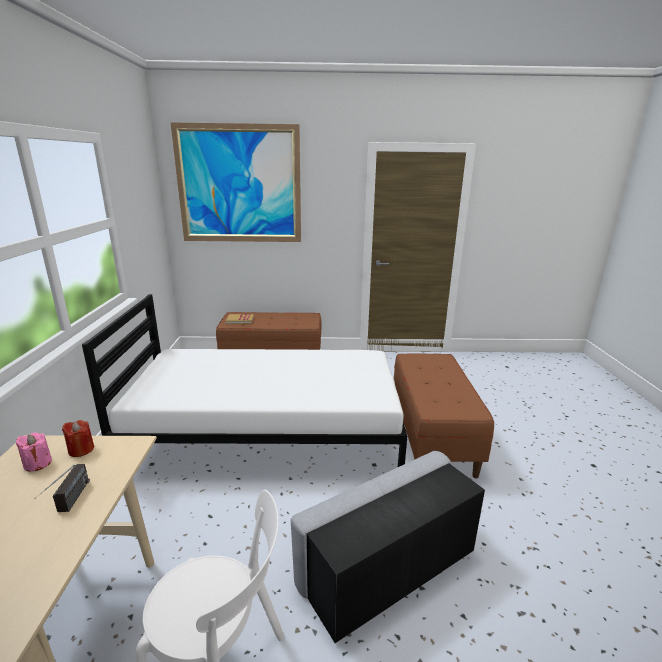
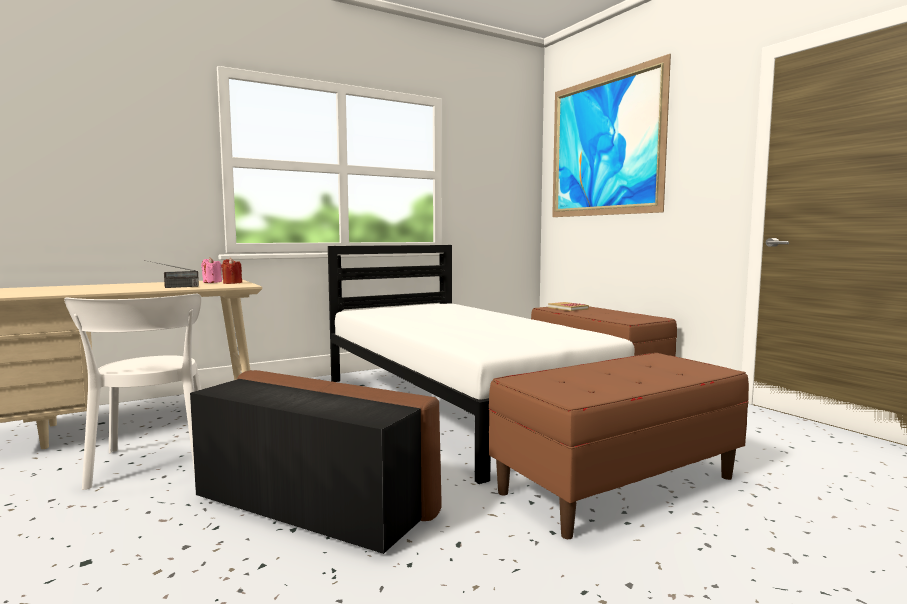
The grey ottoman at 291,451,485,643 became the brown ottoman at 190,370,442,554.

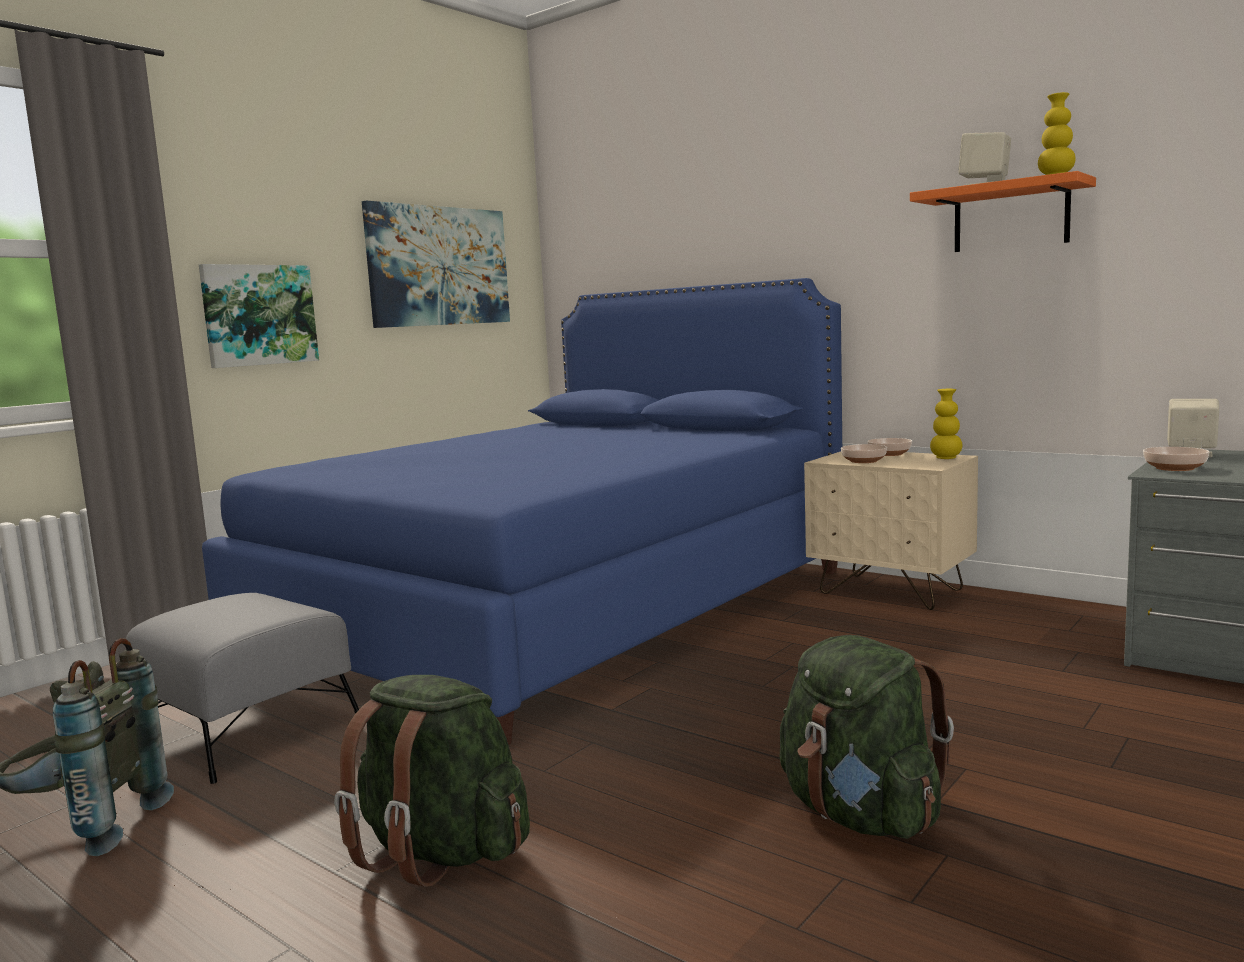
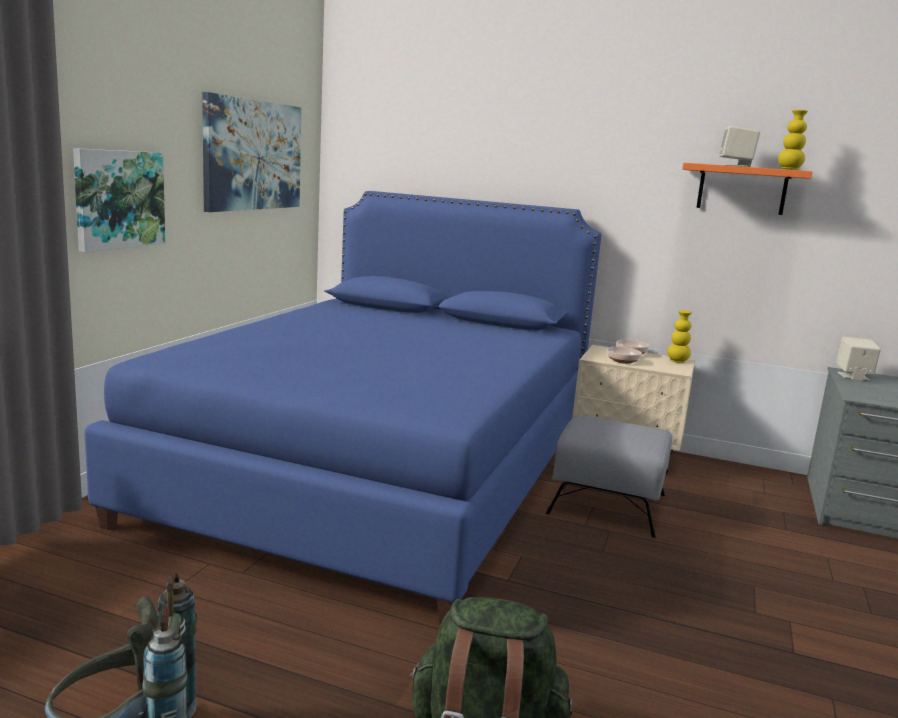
The grey ottoman moved from 126,593,359,784 to 546,415,672,538.
The greenish knapsack at 780,635,954,839 disappeared.
The serving bowl at 1143,447,1209,471 disappeared.

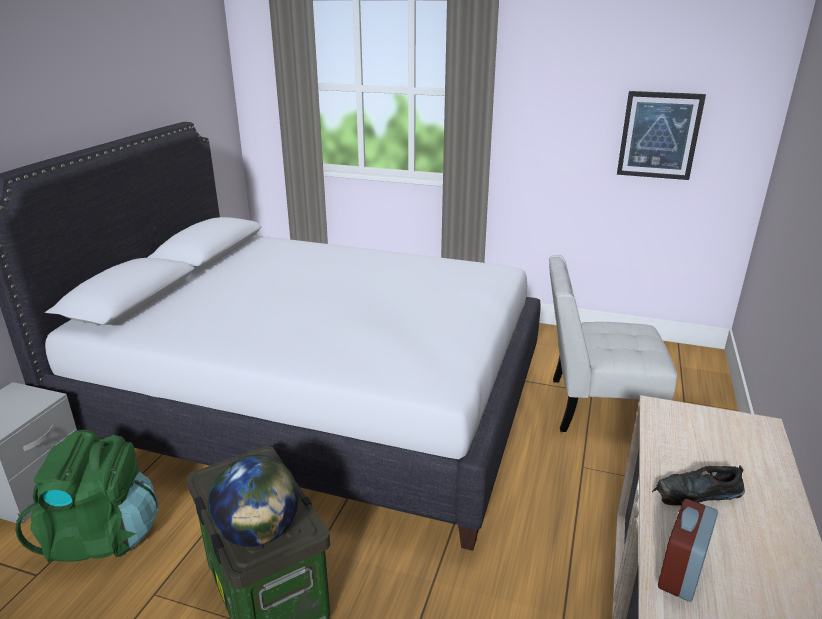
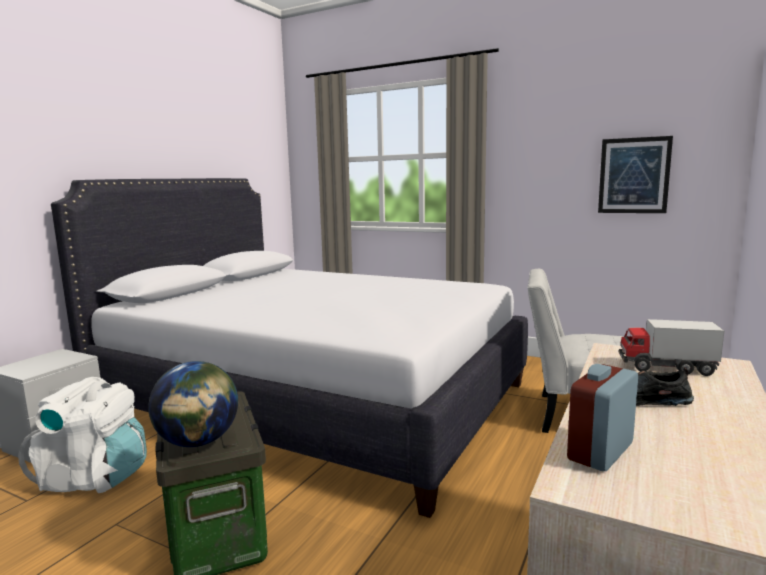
The greenish knapsack at 15,430,158,562 became the white knapsack at 18,377,147,493.
The toy truck at 619,319,724,376 appeared.

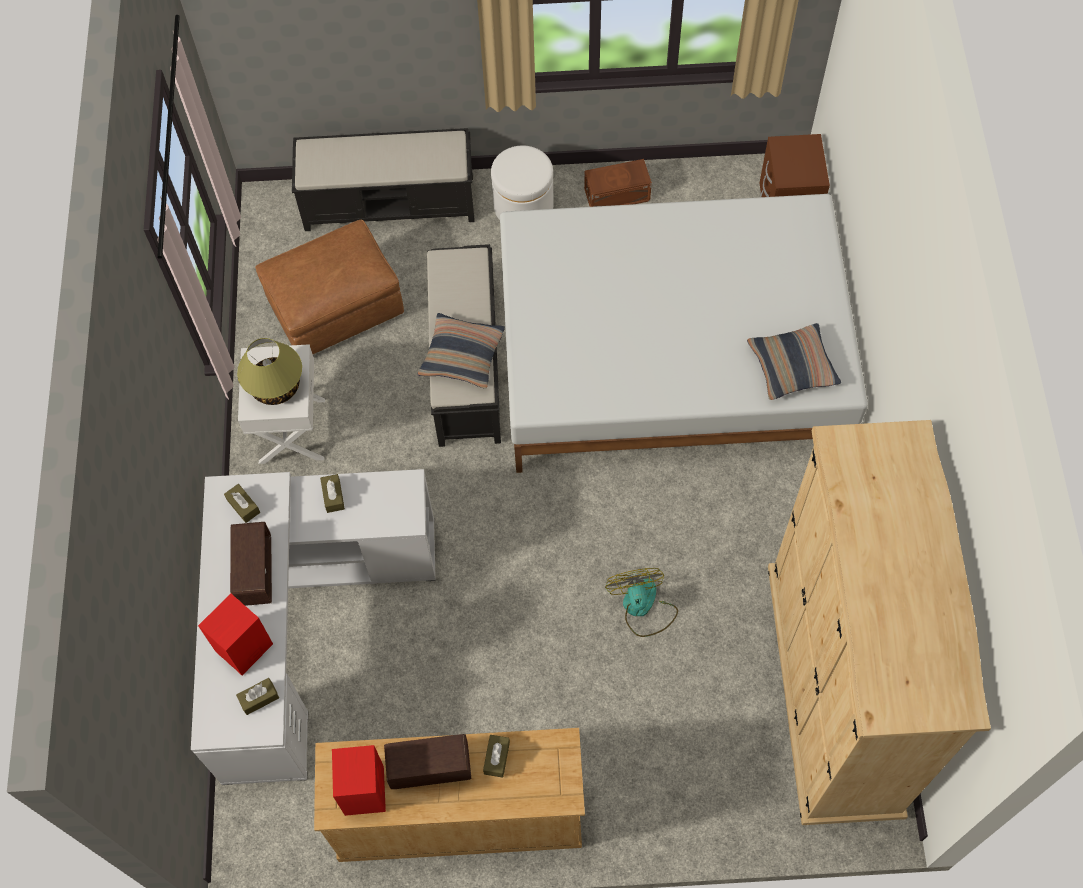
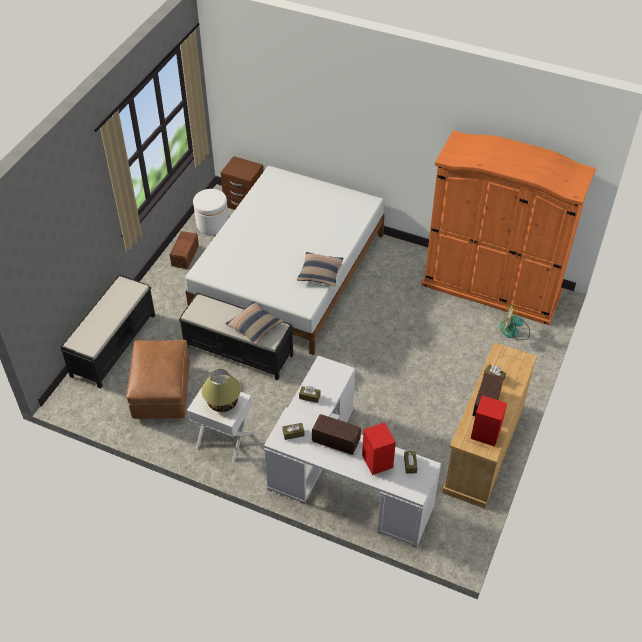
The white ottoman moved from 491,146,554,220 to 193,189,229,235.
The cushion moved from 747,323,841,400 to 297,252,343,286.
The sand-coloured armoire at 768,420,991,825 became the orangey armoire at 421,130,596,325.
The electric fan moved from 605,568,678,637 to 499,305,530,340.

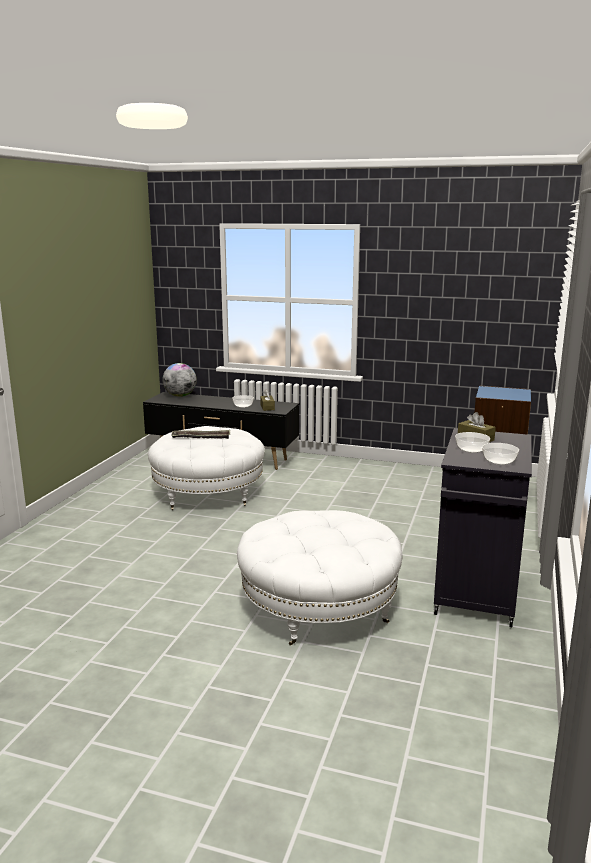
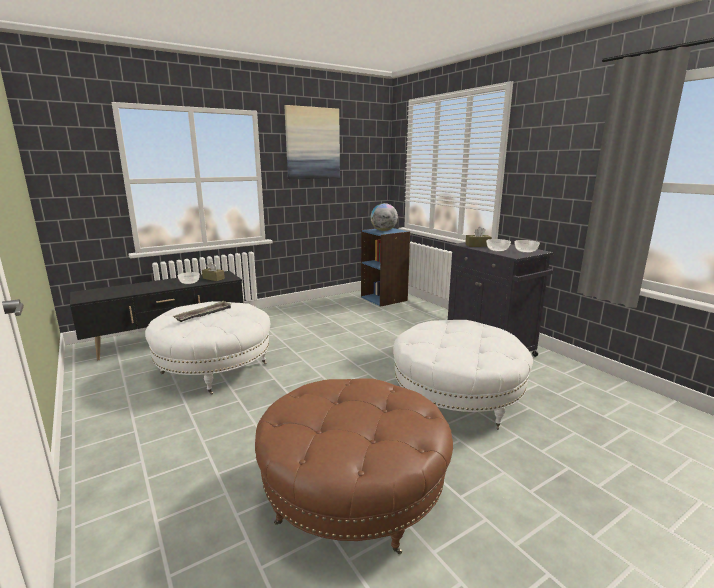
The brown ottoman at 255,378,453,554 appeared.
The wall art at 285,105,340,179 appeared.
The world globe moved from 162,363,197,397 to 370,203,398,231.

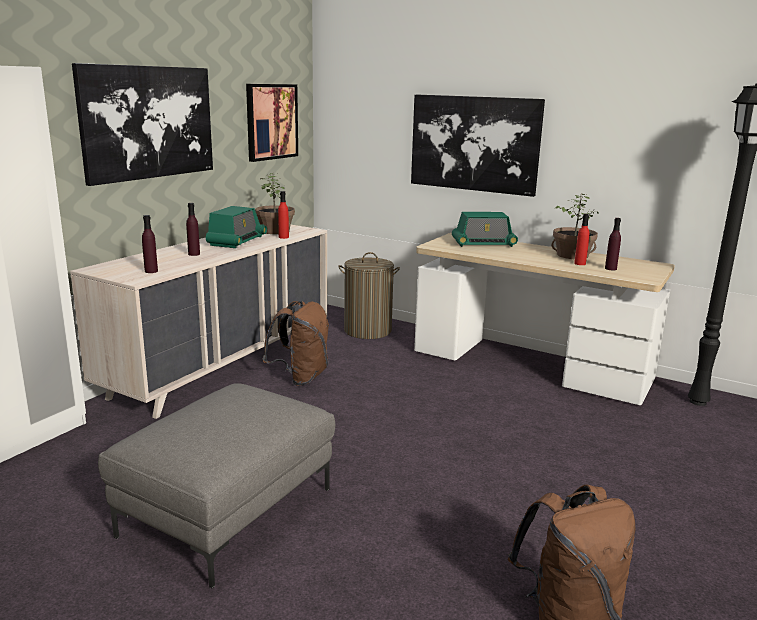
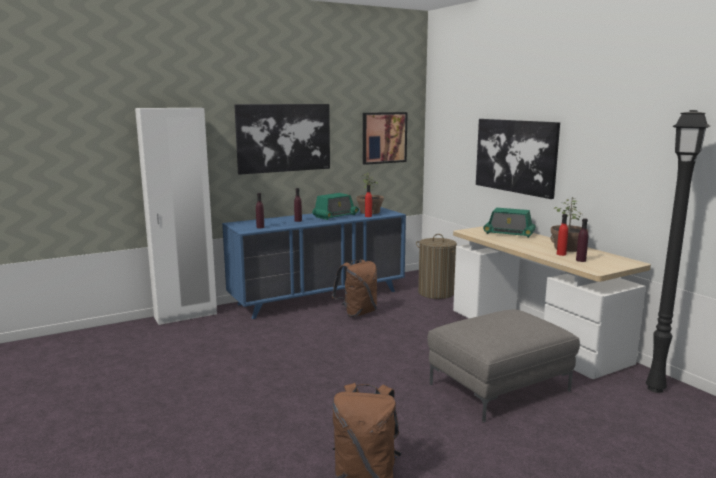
The sand-coloured dresser at 70,225,327,419 became the blue-coloured dresser at 222,207,406,319.
The grey ottoman moved from 98,383,335,589 to 427,309,580,422.

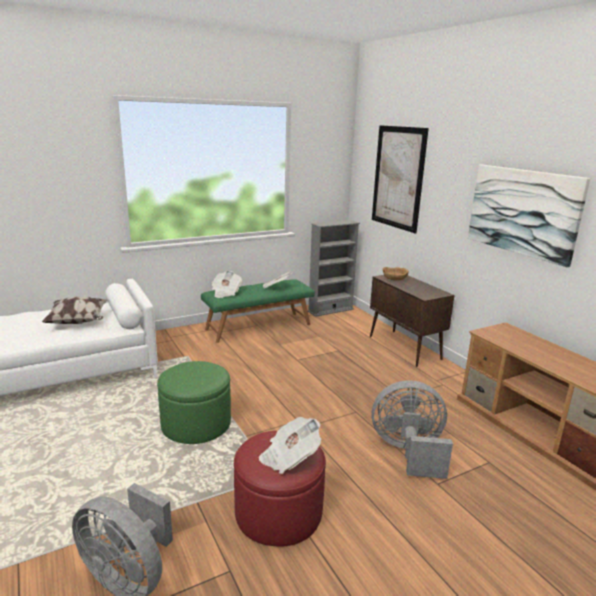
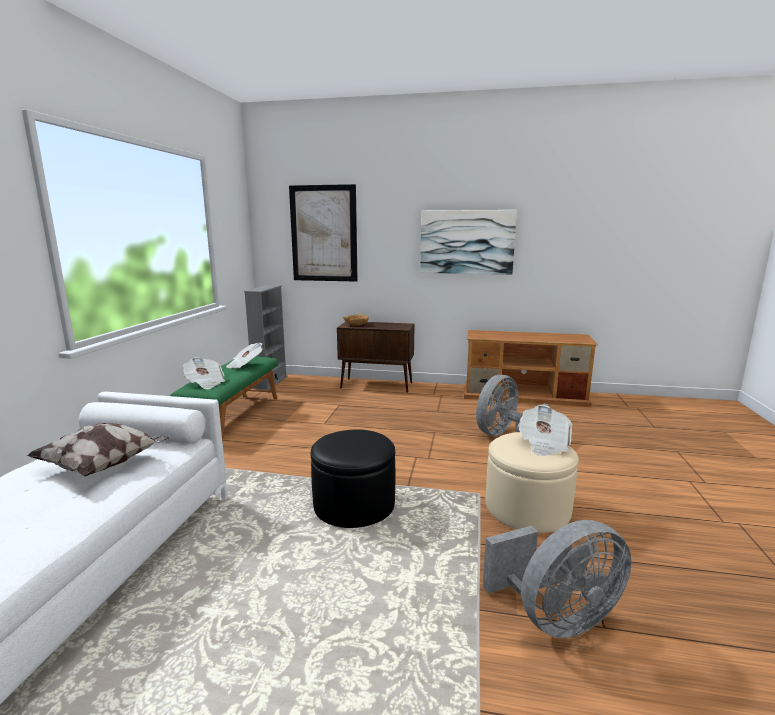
The greenish ottoman at 157,361,231,444 became the blackish ottoman at 311,429,395,528.
The reddish ottoman at 234,431,326,546 became the sand-coloured ottoman at 486,432,579,533.

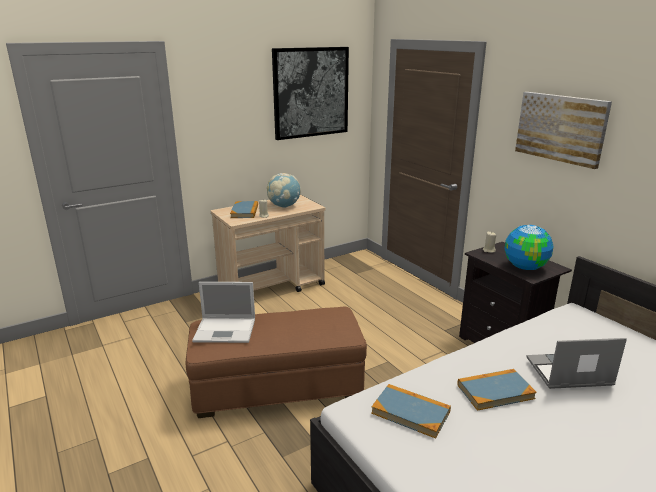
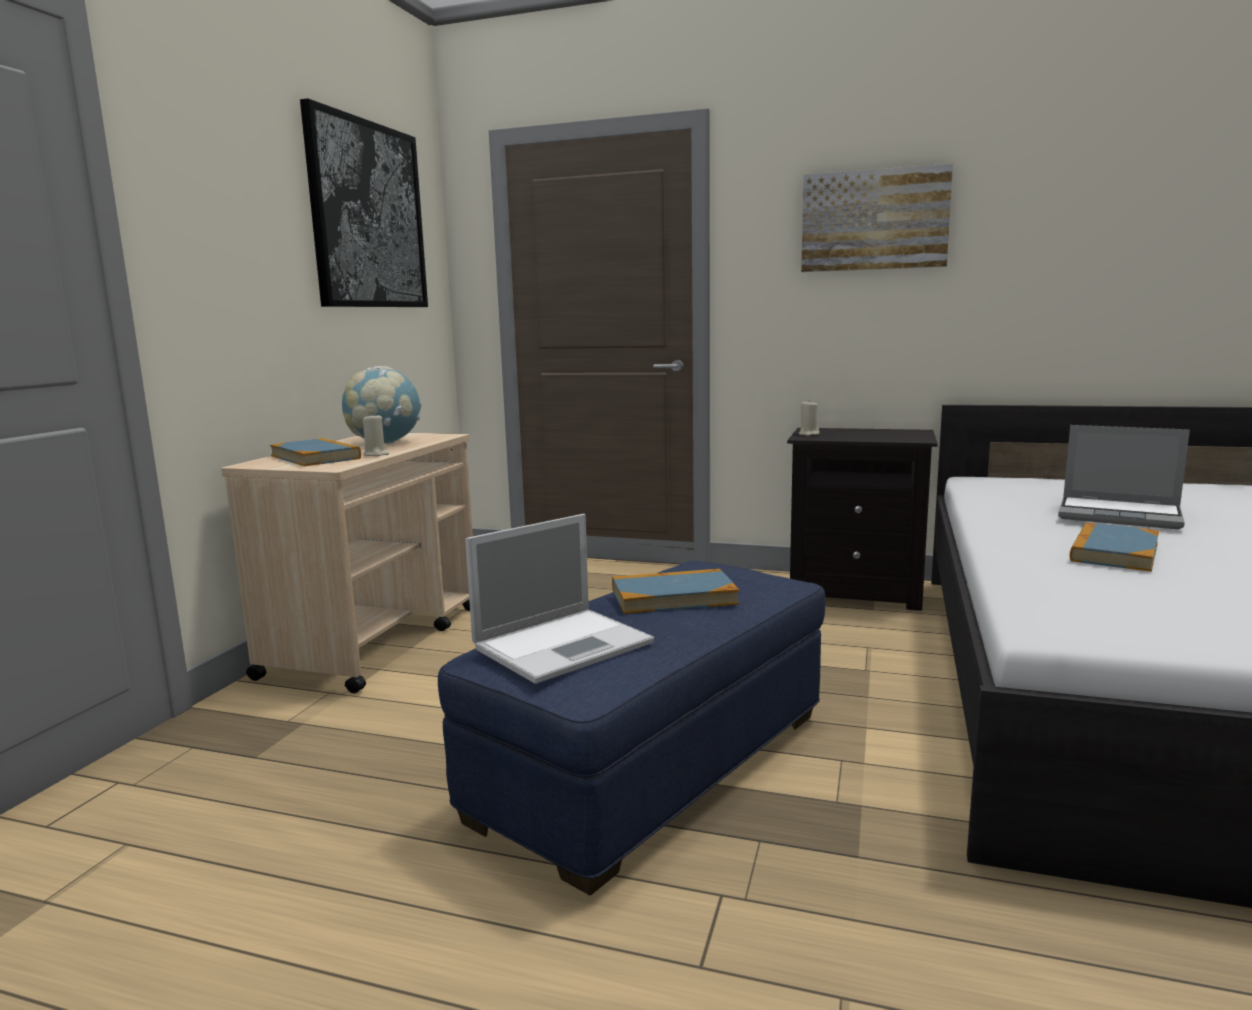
The brown ottoman at 186,307,367,418 became the blue-coloured ottoman at 438,561,826,895.
The volume moved from 371,384,451,439 to 612,569,739,614.
The notebook computer at 526,338,627,389 turned 105 degrees counterclockwise.
The world globe at 504,225,554,270 disappeared.

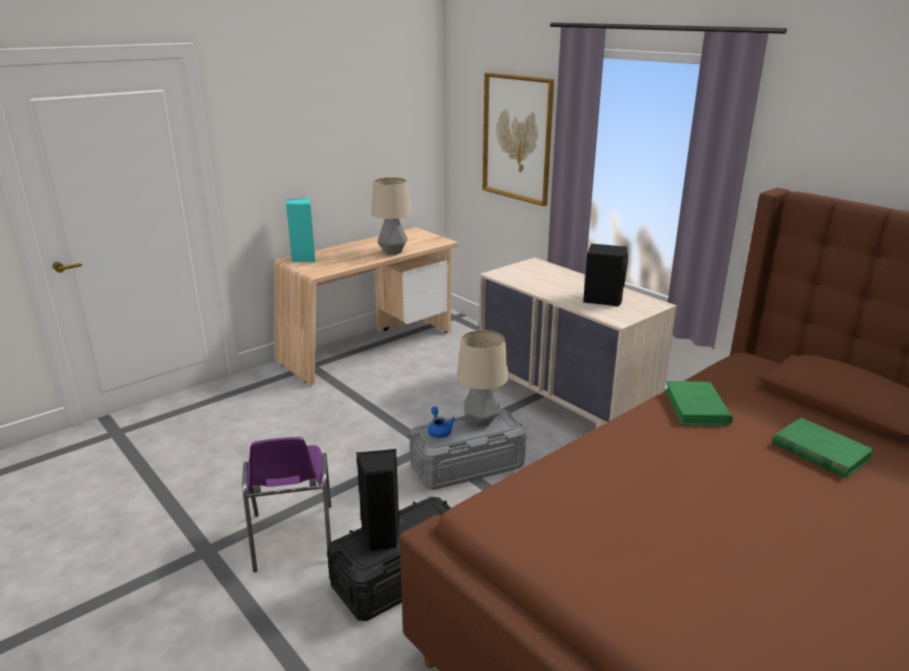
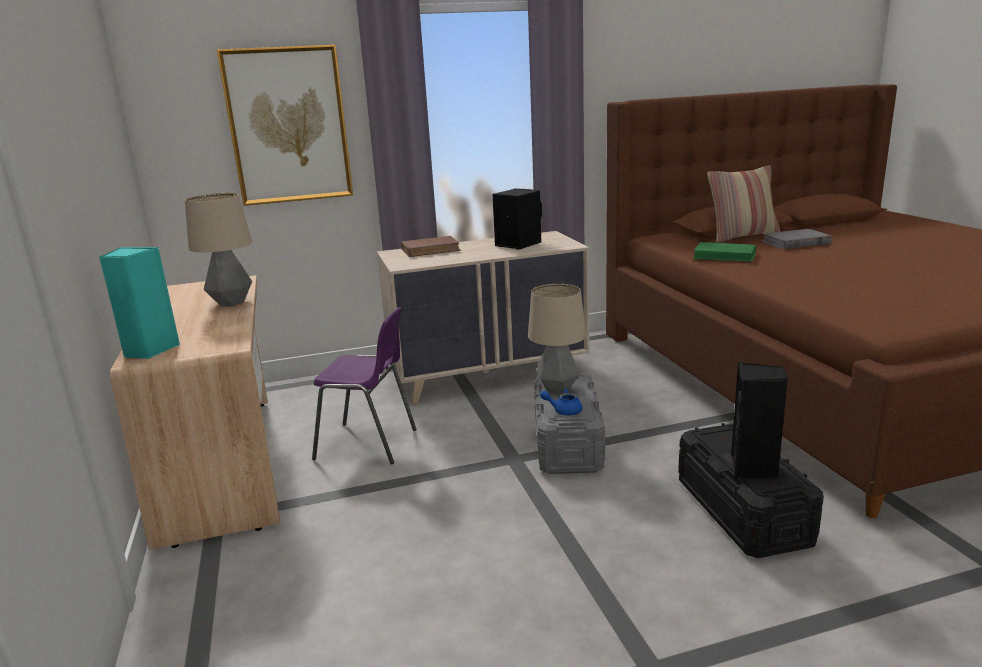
The purplish plain chair moved from 242,437,332,572 to 312,307,417,464.
The brown volume at 401,236,461,257 appeared.
The cushion at 707,165,781,243 appeared.
The greenish volume at 773,418,875,478 became the grey volume at 762,229,832,249.

